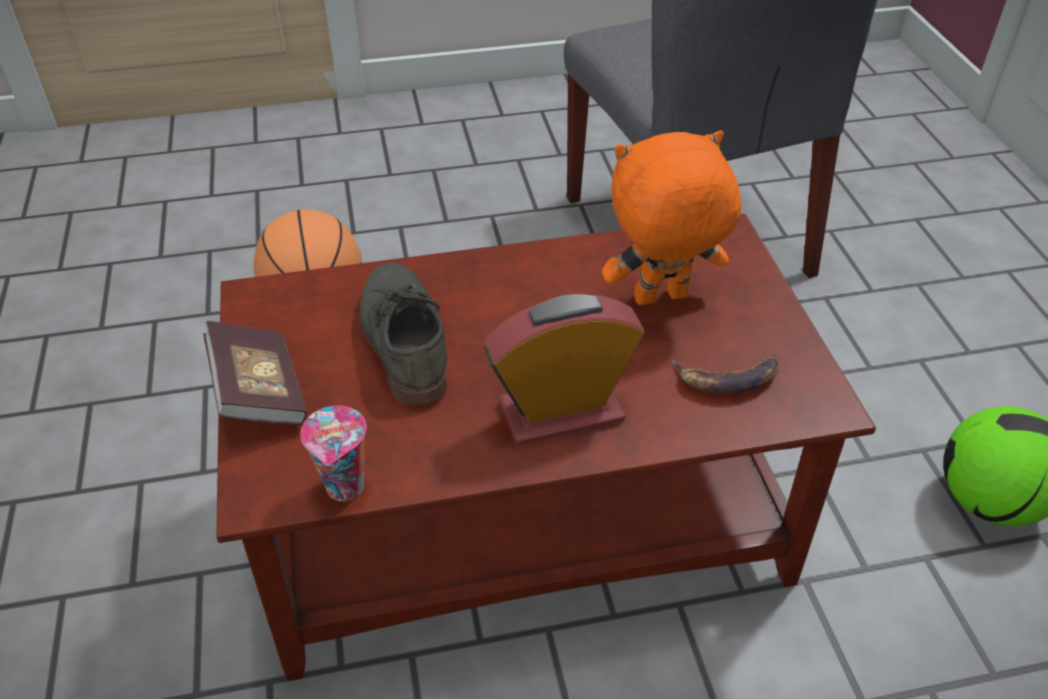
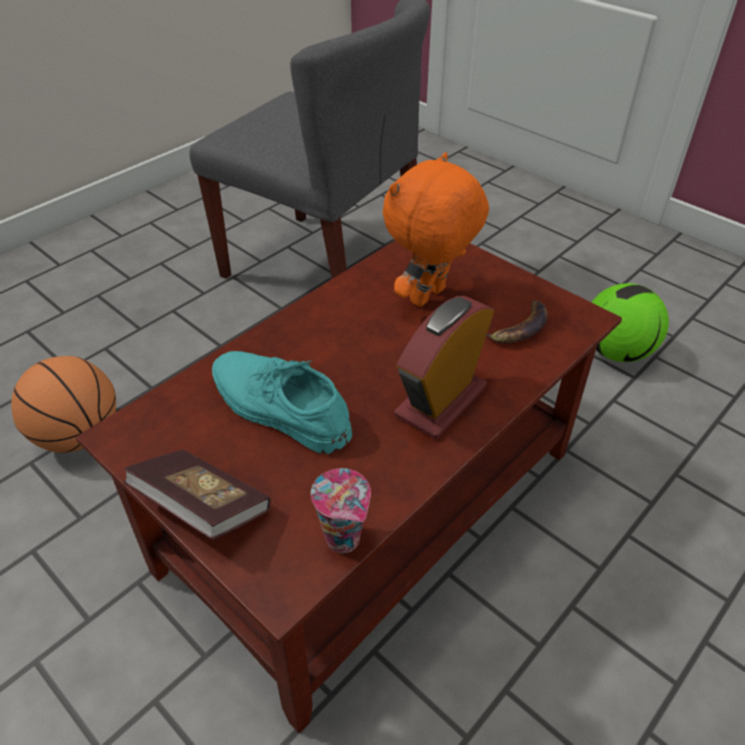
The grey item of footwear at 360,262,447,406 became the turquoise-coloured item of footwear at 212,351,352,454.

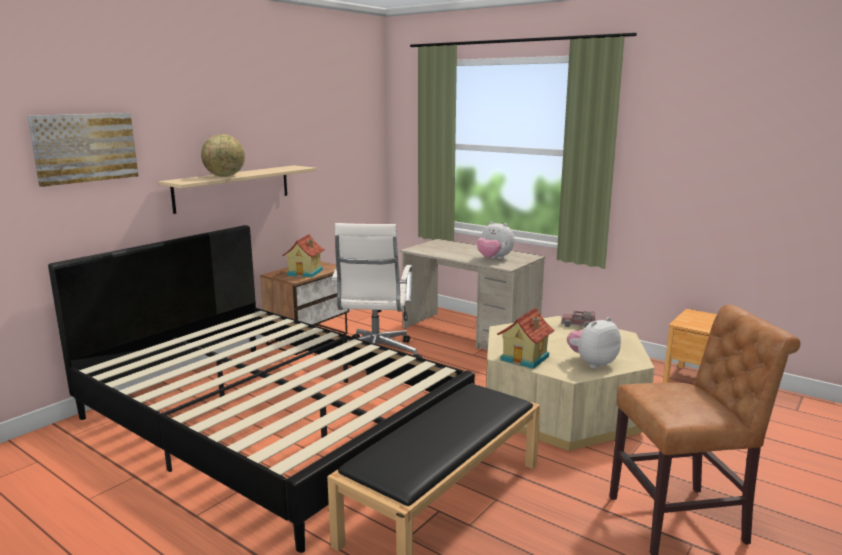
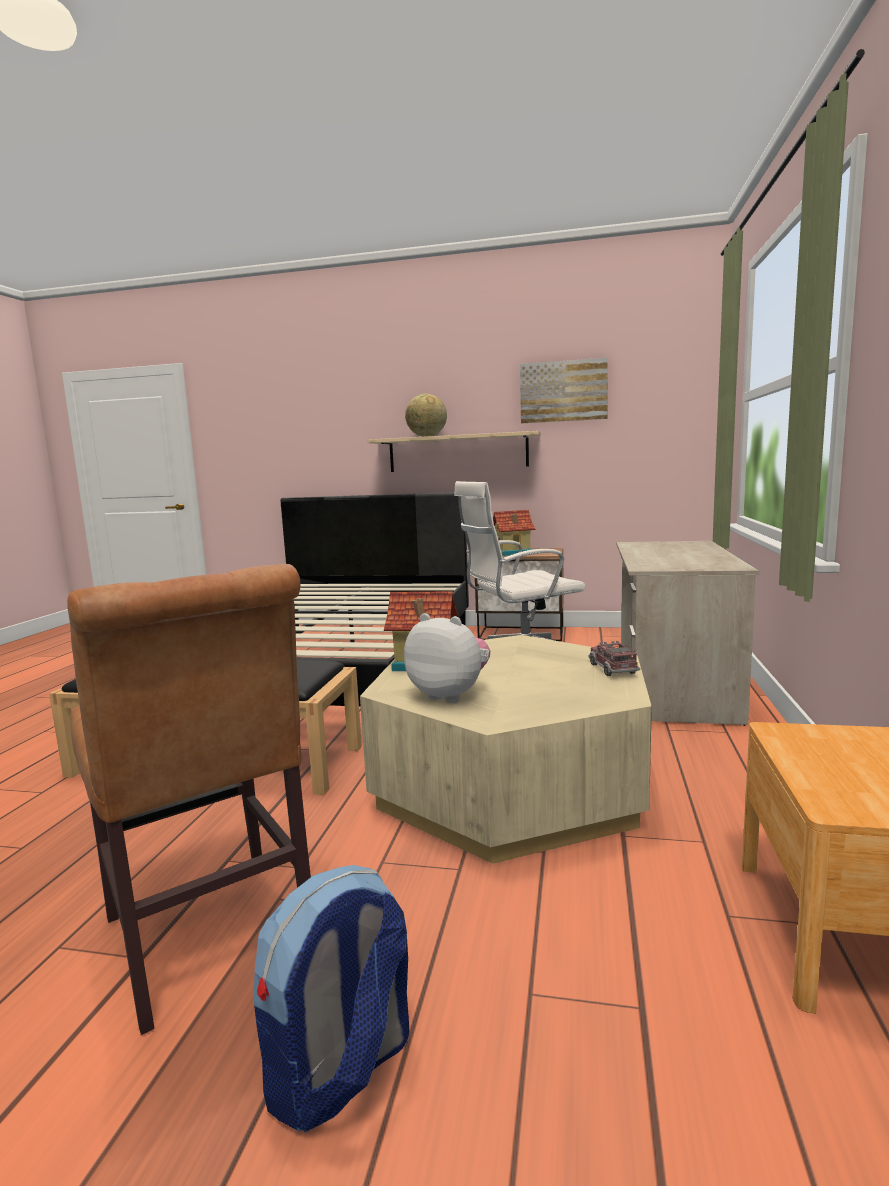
The knapsack at 254,865,410,1132 appeared.
The wall art moved from 27,113,138,187 to 520,358,608,423.
The cuddly toy at 477,221,514,259 disappeared.

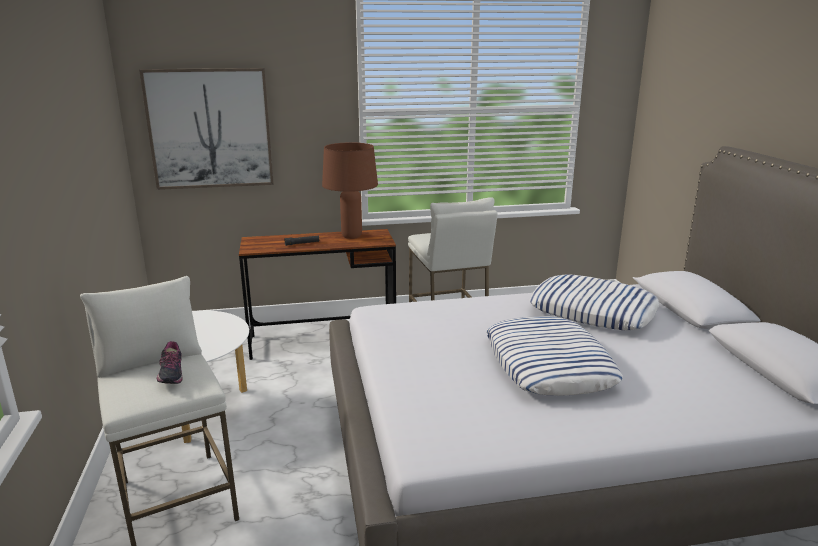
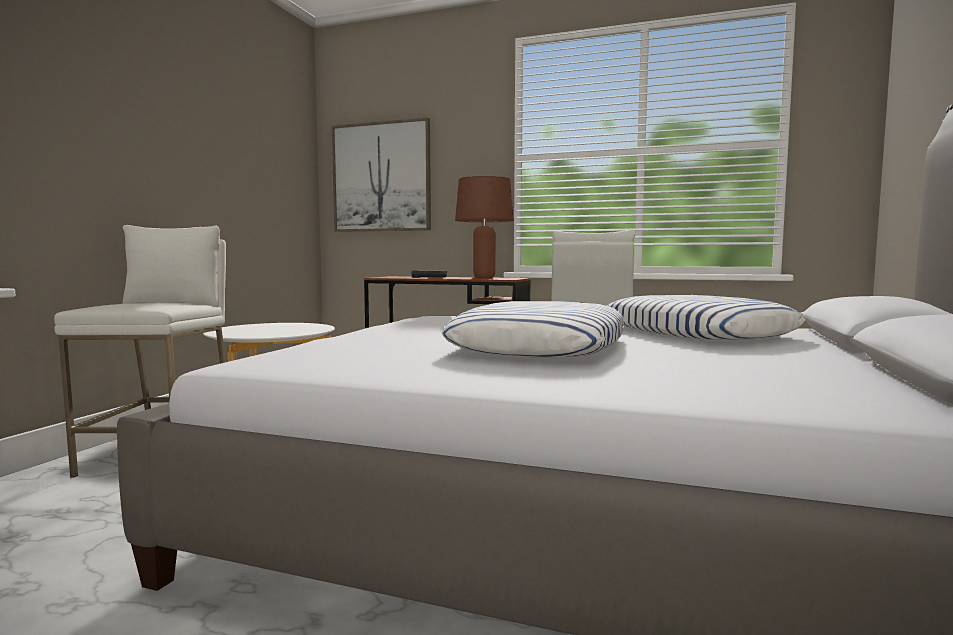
The item of footwear at 157,341,183,384 disappeared.

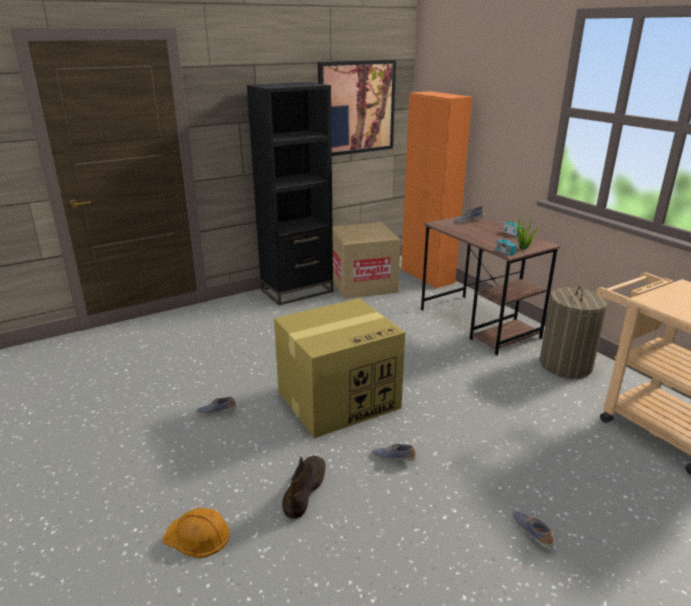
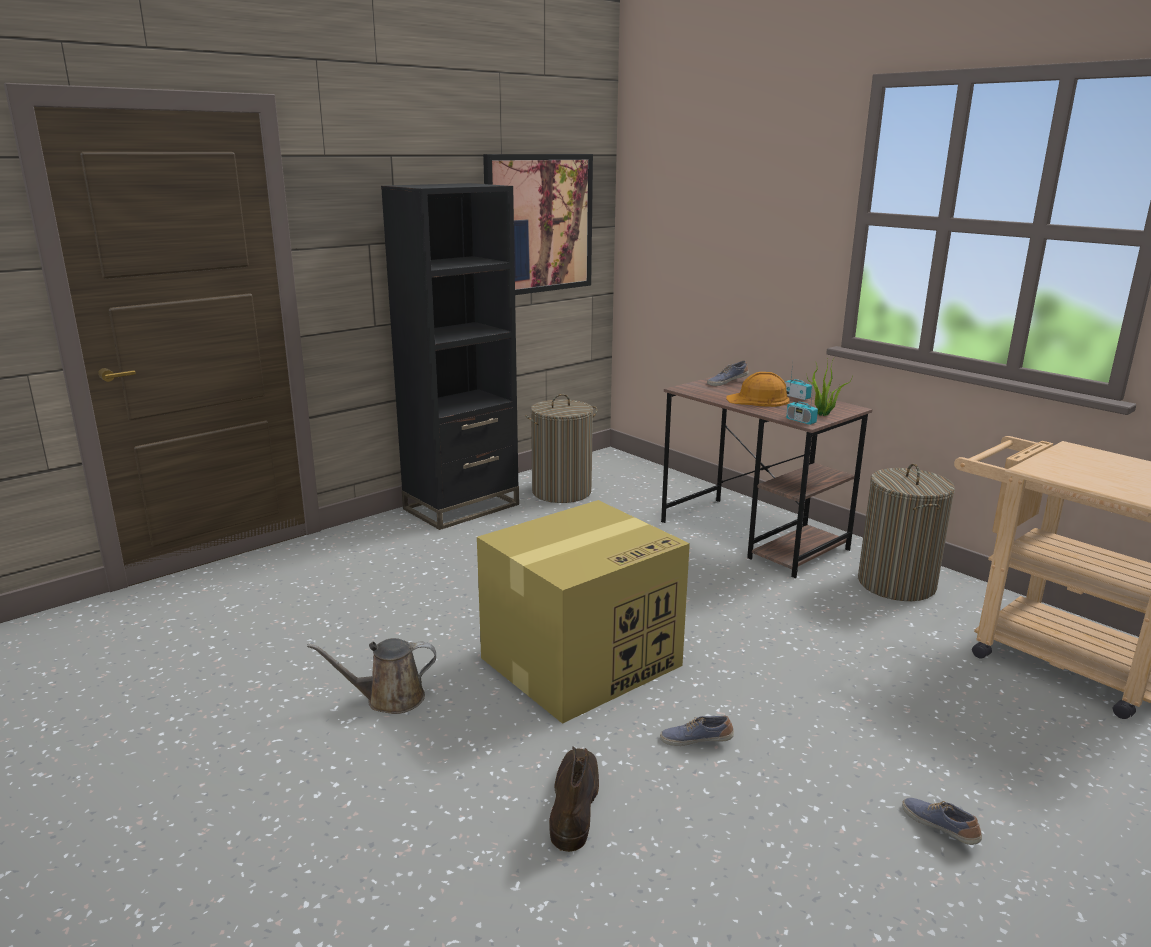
The item of footwear at 196,396,237,417 was replaced by the brown sprinkling can at 307,638,436,714.
The packing box at 332,222,401,299 was replaced by the washing basket at 525,394,597,503.
The orangey work helmet moved from 162,508,230,558 to 726,372,790,407.
The orangey storage cabinet at 401,91,472,289 disappeared.

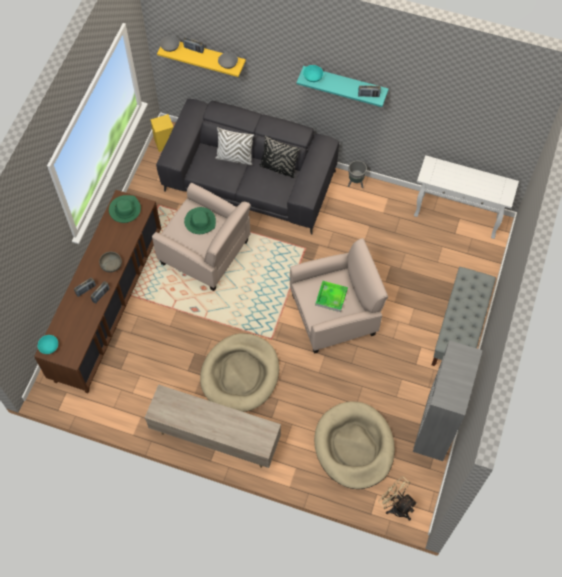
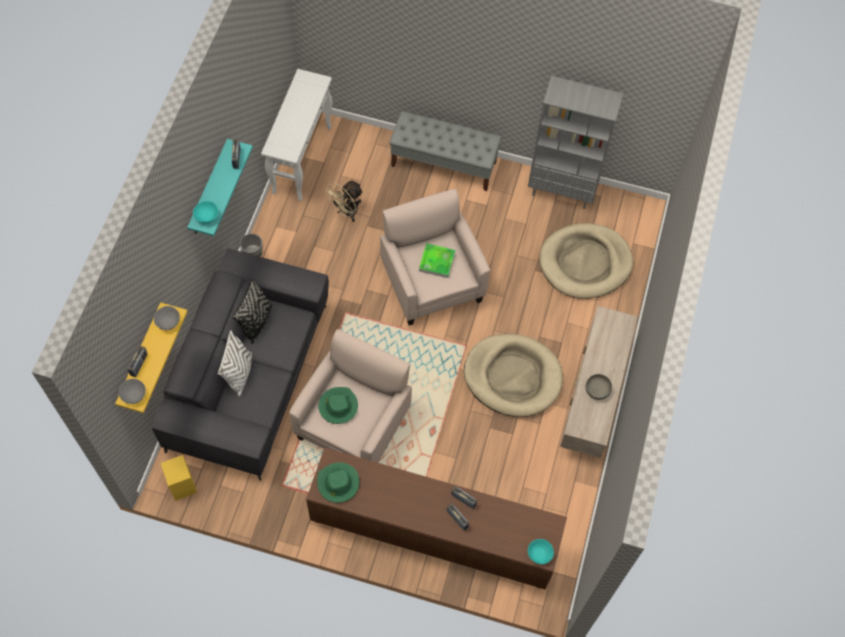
The sand-coloured electric fan moved from 378,476,417,521 to 324,180,363,222.
The grey serving bowl moved from 99,252,122,273 to 586,374,612,400.

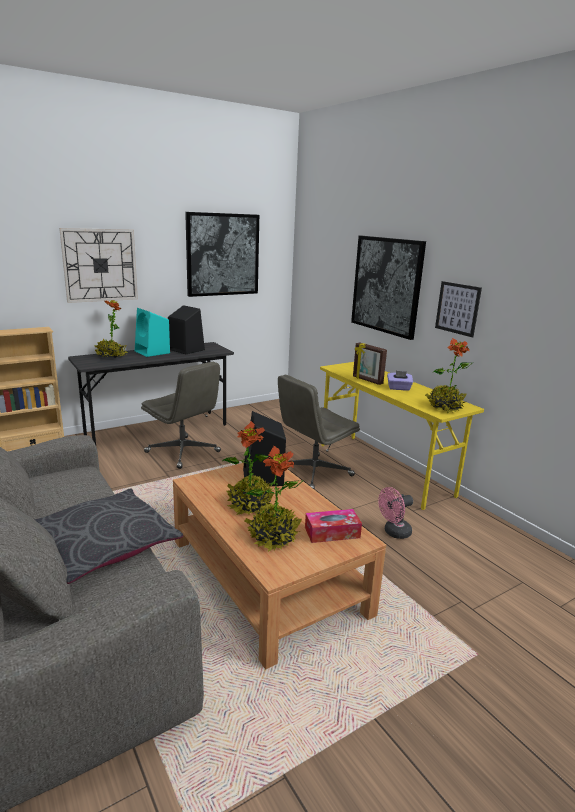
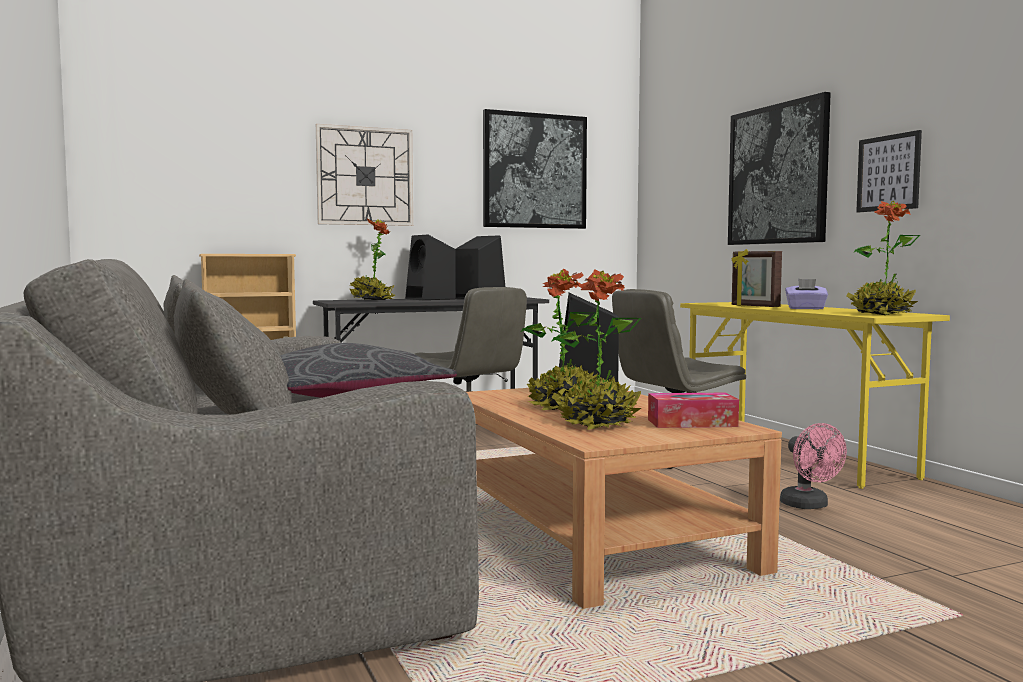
The turquoise-coloured audio speaker at 135,308,170,357 became the blackish audio speaker at 405,235,456,300.
The pinkish electric fan at 378,487,413,539 turned 90 degrees counterclockwise.

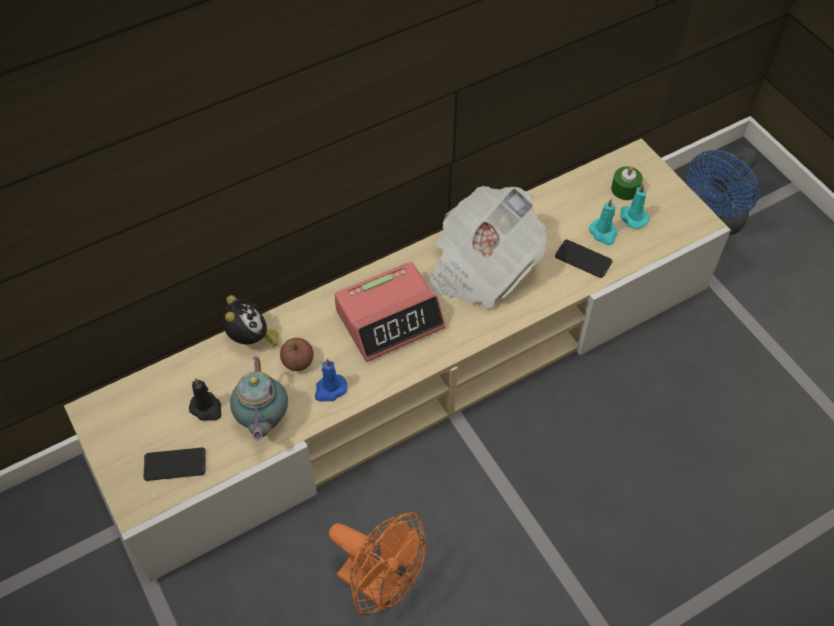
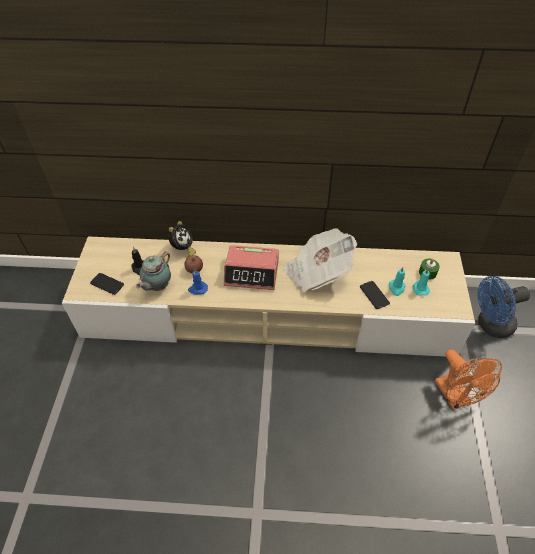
The orangey electric fan moved from 329,512,427,615 to 435,349,502,410.

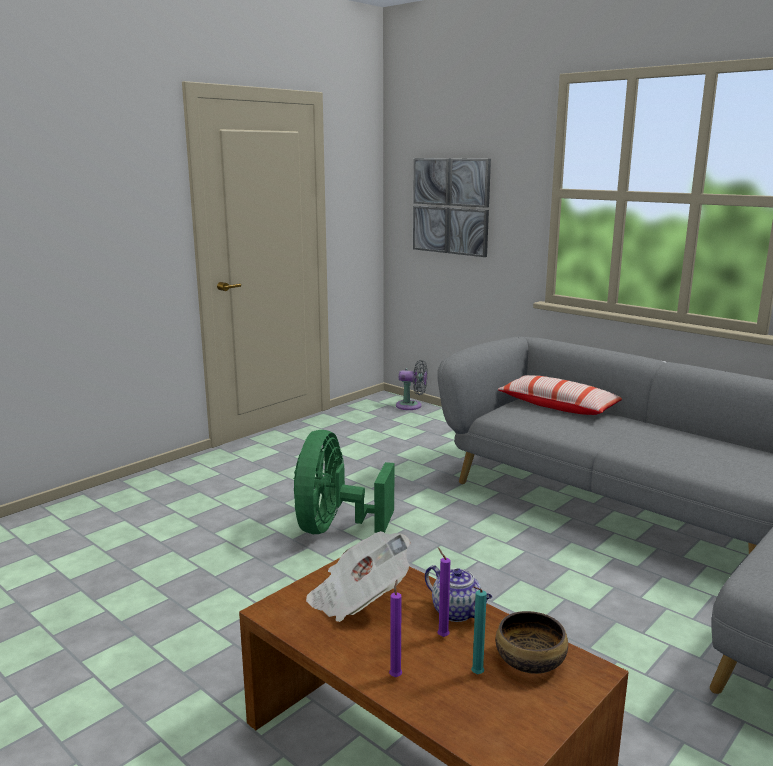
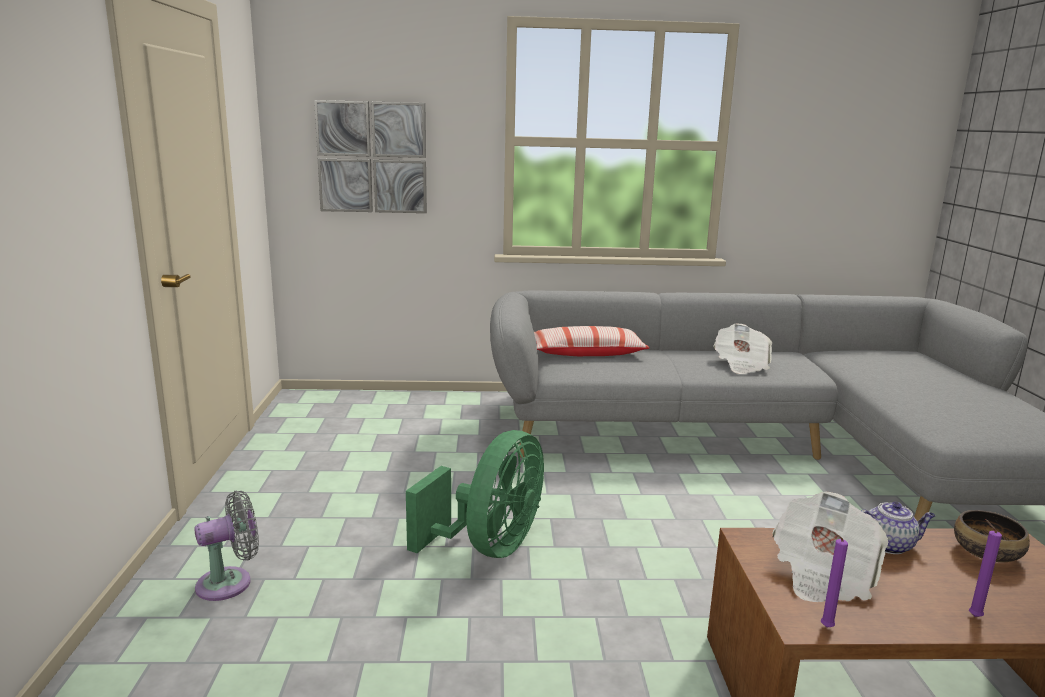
The grey electric fan moved from 396,360,428,410 to 194,490,259,601.
The greenish electric fan at 294,430,394,534 turned 120 degrees counterclockwise.
The daily paper at 713,323,772,374 appeared.
The purplish wax light moved from 438,547,450,637 to 821,531,848,628.
The turquoise-coloured wax light at 471,586,487,674 disappeared.

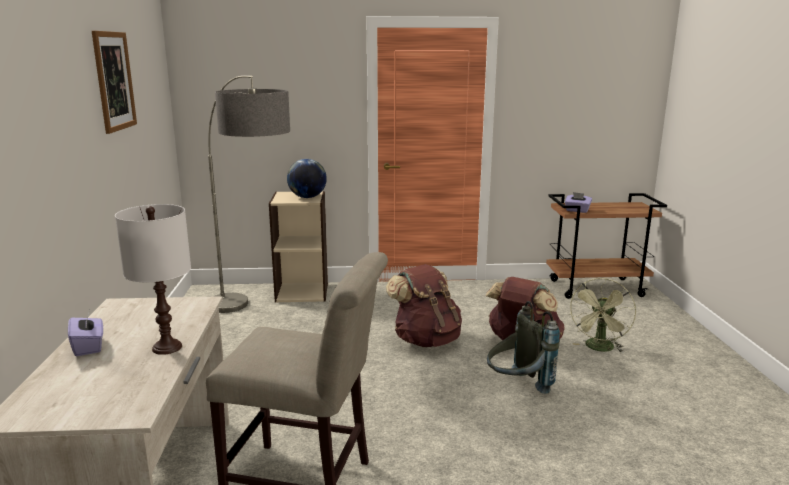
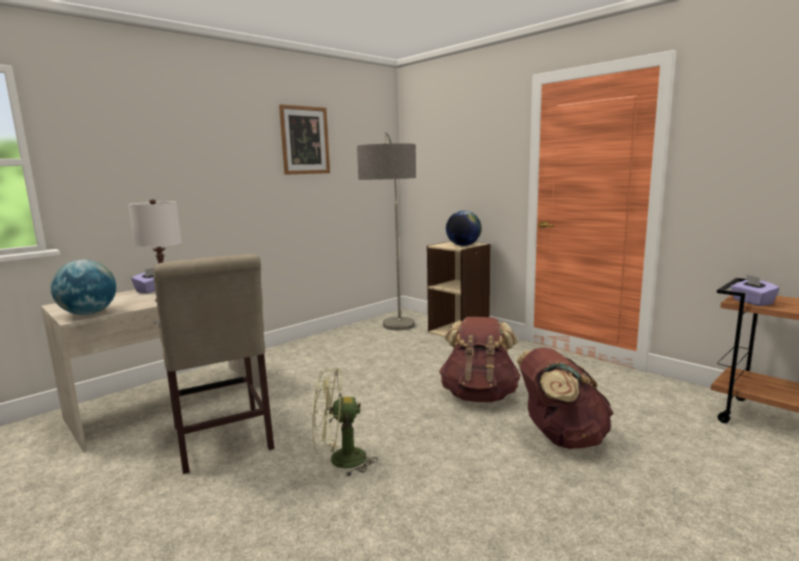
The world globe at 51,260,116,315 appeared.
The greenish electric fan moved from 570,278,636,353 to 312,368,378,477.
The grey knapsack at 487,301,560,394 disappeared.

